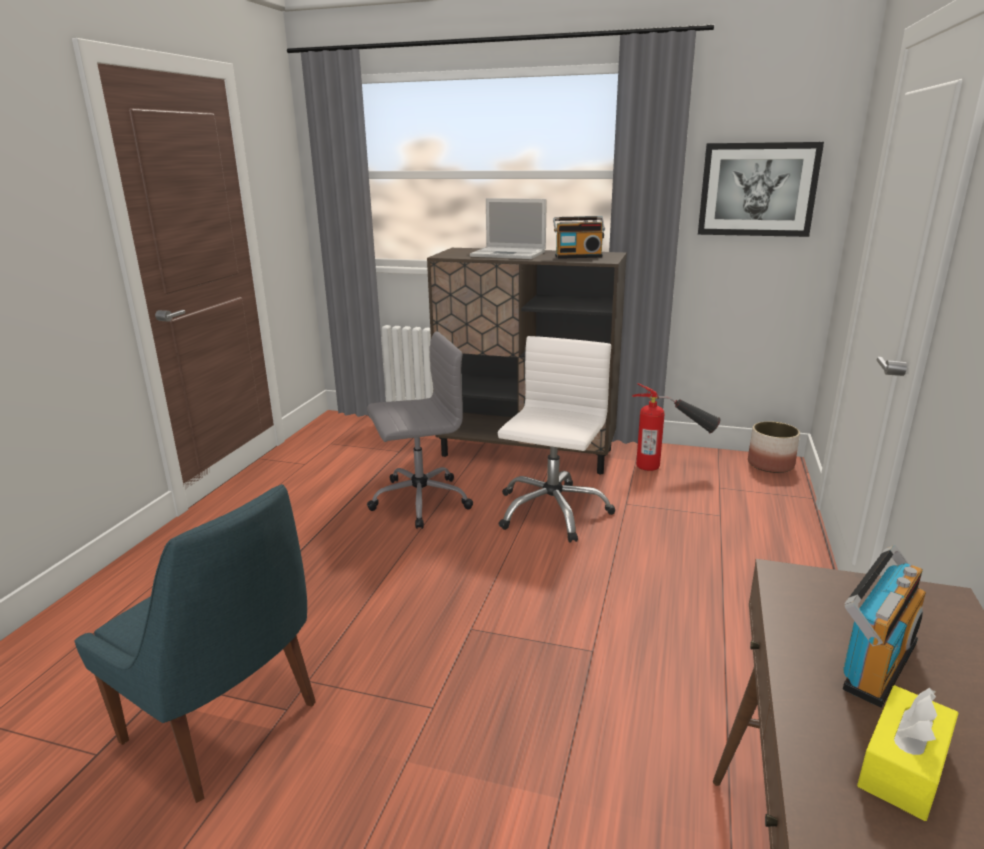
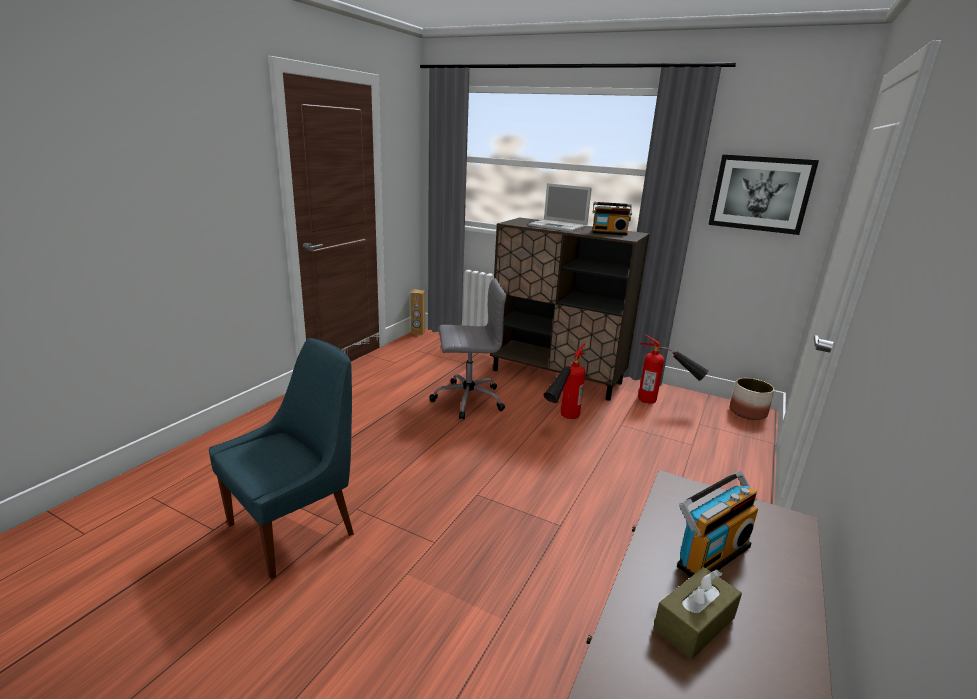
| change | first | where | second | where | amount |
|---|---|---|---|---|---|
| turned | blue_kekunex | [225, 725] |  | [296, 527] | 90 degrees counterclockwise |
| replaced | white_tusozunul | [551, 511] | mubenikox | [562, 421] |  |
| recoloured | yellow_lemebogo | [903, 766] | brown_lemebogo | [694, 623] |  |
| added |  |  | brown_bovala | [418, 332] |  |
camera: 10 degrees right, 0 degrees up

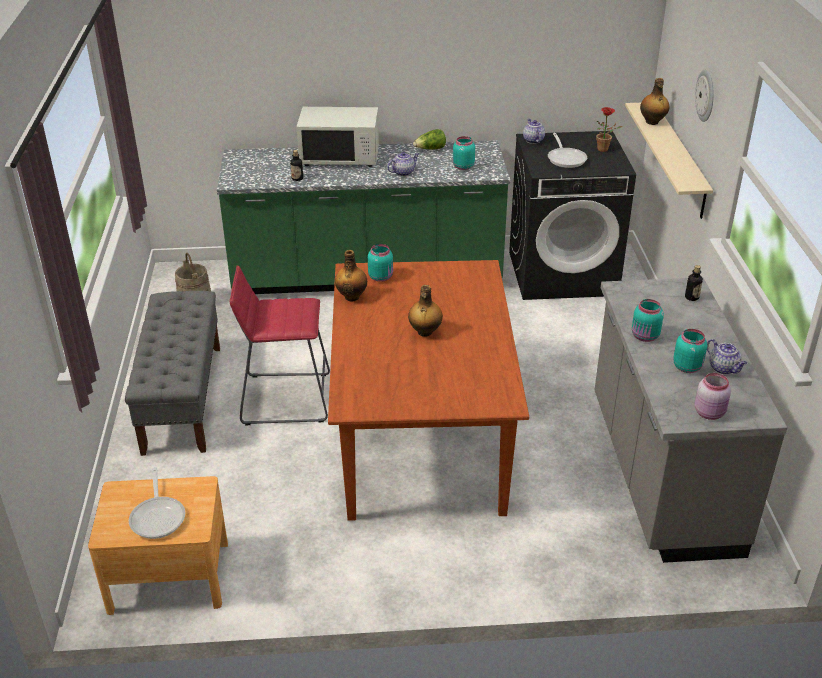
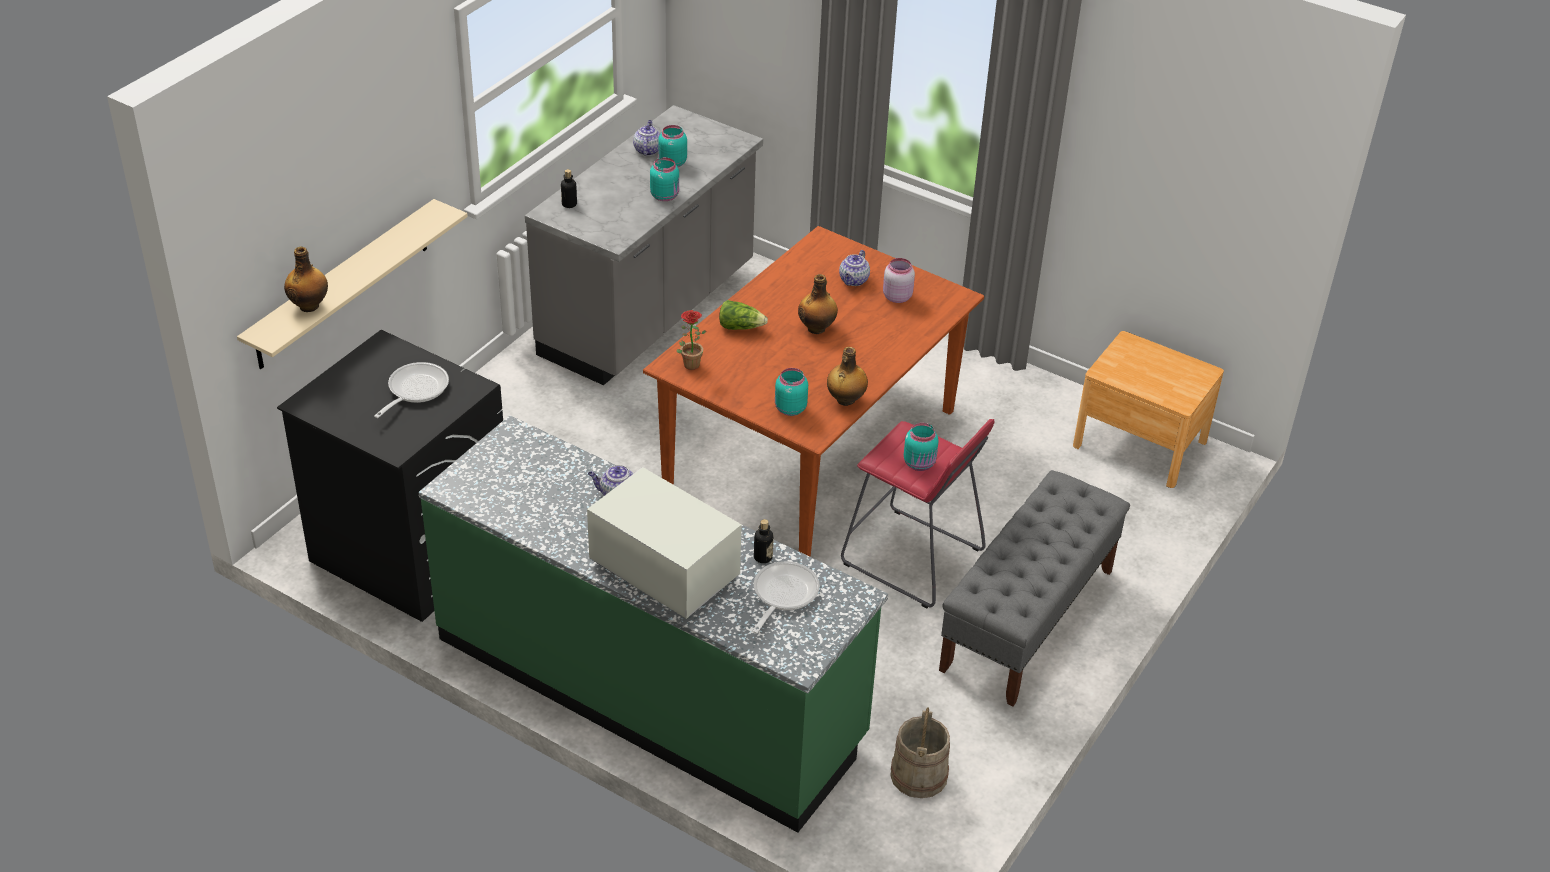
| change | first | where | second | where | amount |
|---|---|---|---|---|---|
| moved | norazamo | [158, 517] |  | [782, 595] |  |
| moved | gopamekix | [430, 149] |  | [740, 327] |  |
| moved | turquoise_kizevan | [462, 167] |  | [920, 464] |  |
| moved | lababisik | [533, 140] |  | [854, 280] |  |
| moved | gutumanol | [605, 149] |  | [689, 363] |  |
| removed | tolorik | [706, 95] |  |  |  |
| moved | pink_kizevan | [710, 413] |  | [896, 296] |  |
camera: 145 degrees left, 5 degrees up

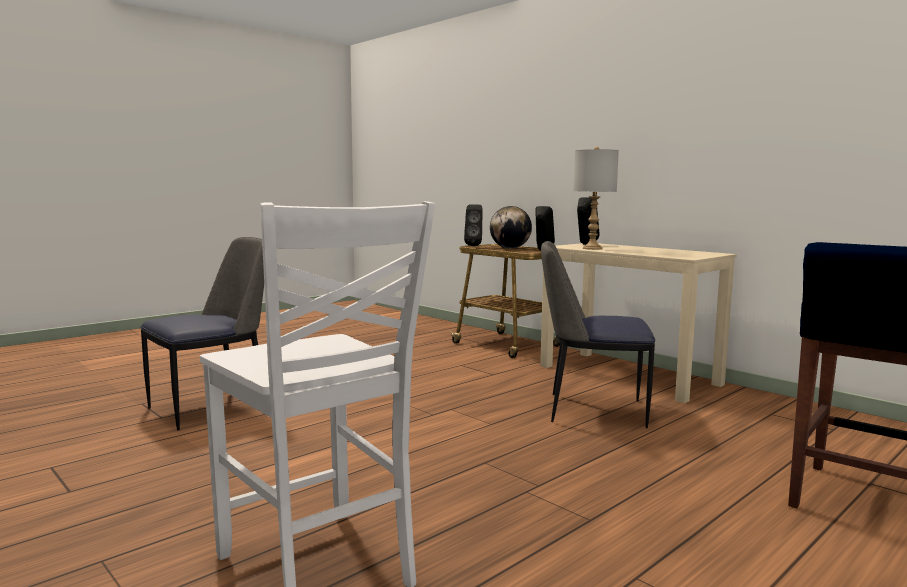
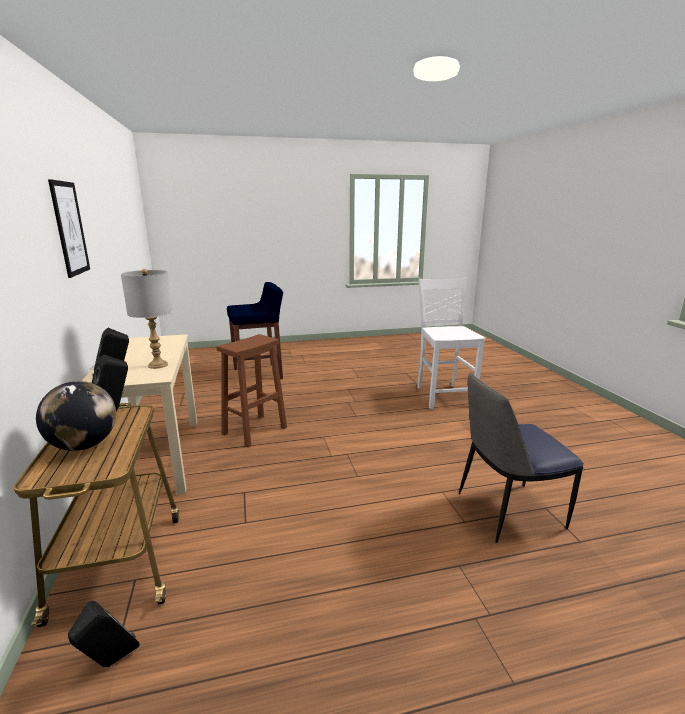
| change | first | where | second | where | amount |
|---|---|---|---|---|---|
| moved | black_bovala | [474, 246] |  | [110, 663] |  |
| replaced | kekunex | [592, 410] | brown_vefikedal | [254, 431] |  |
| added |  |  | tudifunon | [70, 228] |  |
camera: 150 degrees left, 10 degrees up

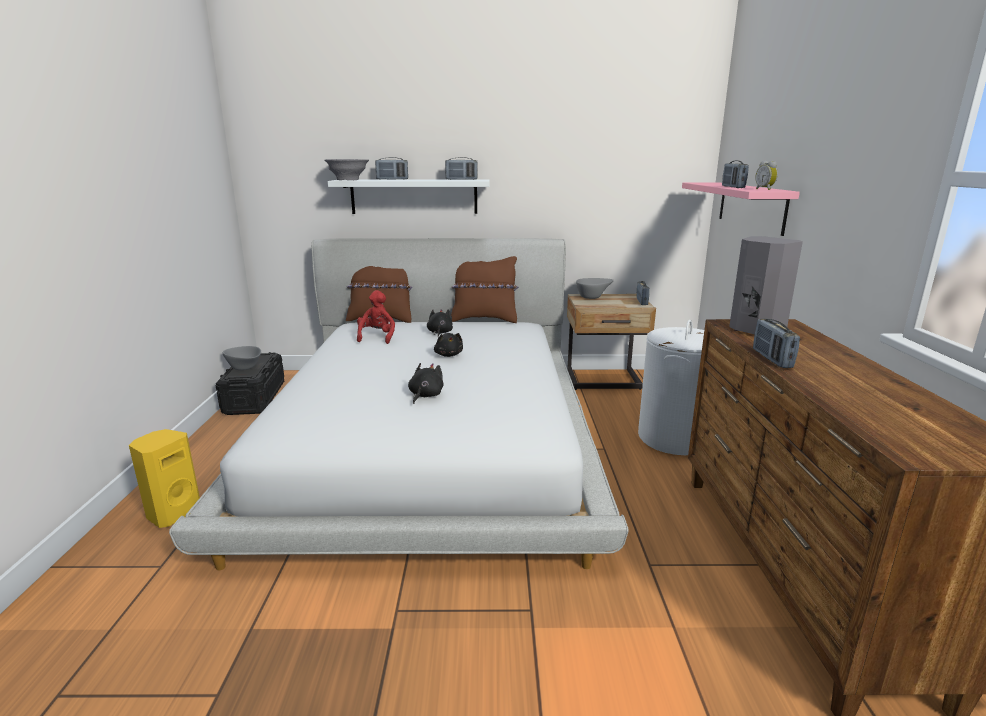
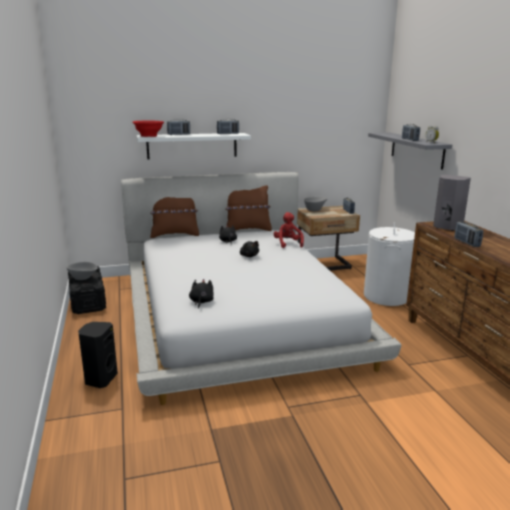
| change | first | where | second | where | amount |
|---|---|---|---|---|---|
| recoloured | yellow_bovala | [173, 513] | black_bovala | [100, 379] |  |
| recoloured | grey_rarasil | [348, 180] | red_rarasil | [149, 136] |  |
| moved | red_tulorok | [377, 337] |  | [288, 244] |  |
| moved | black_tulorok | [425, 395] |  | [201, 302] |  |
| recoloured | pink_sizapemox | [751, 206] | grey_sizapemox | [416, 150] |  |
camera: 15 degrees left, 0 degrees up

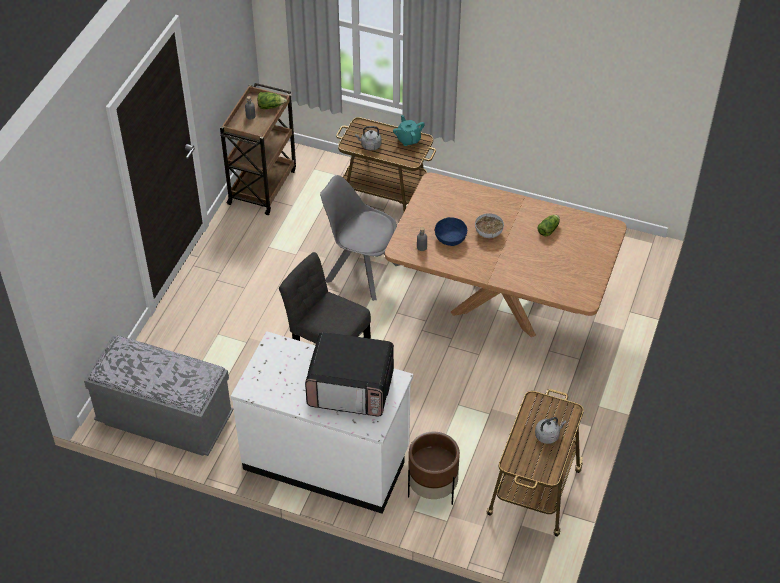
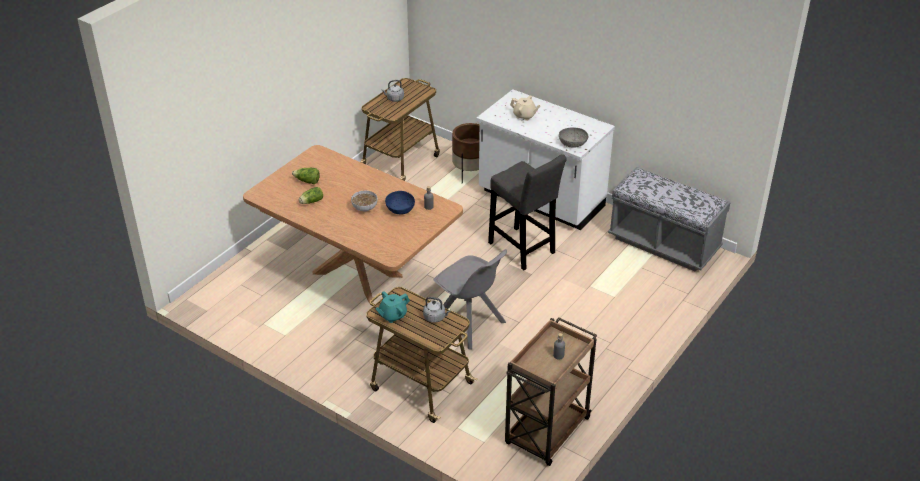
| change | first | where | second | where | amount |
|---|---|---|---|---|---|
| moved | gopamekix | [270, 106] |  | [307, 181] |  |
| replaced | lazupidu | [351, 388] | beige_lababisik | [524, 116] |  |
| turned | turquoise_lababisik | [408, 139] |  | [392, 315] | 60 degrees clockwise |
| added |  |  | grey_rarasil | [573, 144] |  |
camera: 165 degrees left, 10 degrees down

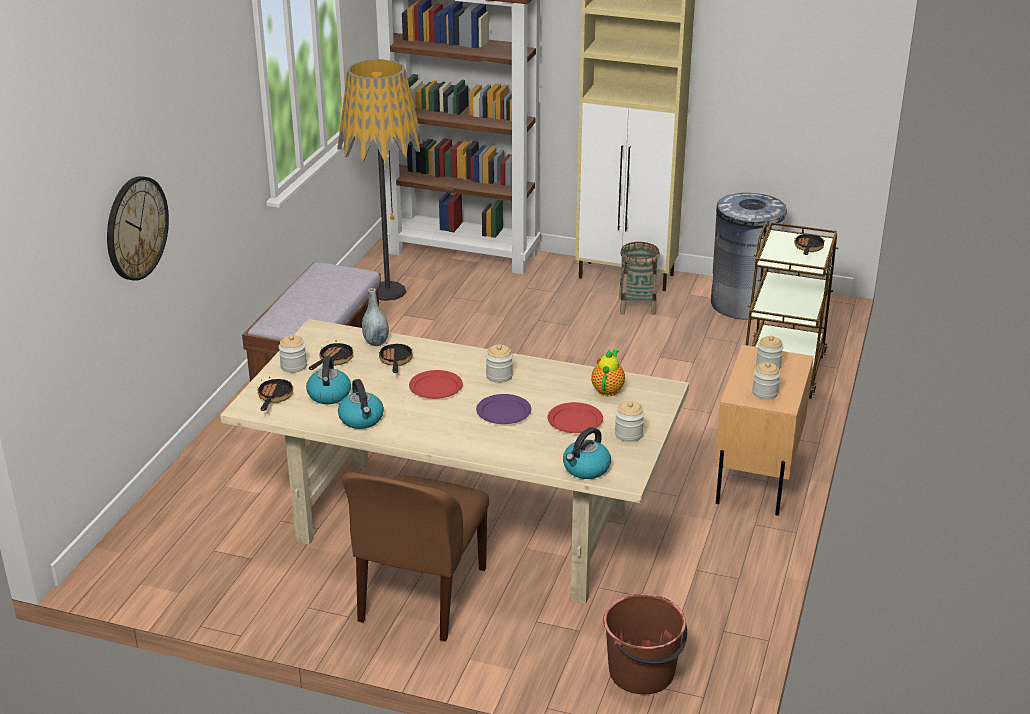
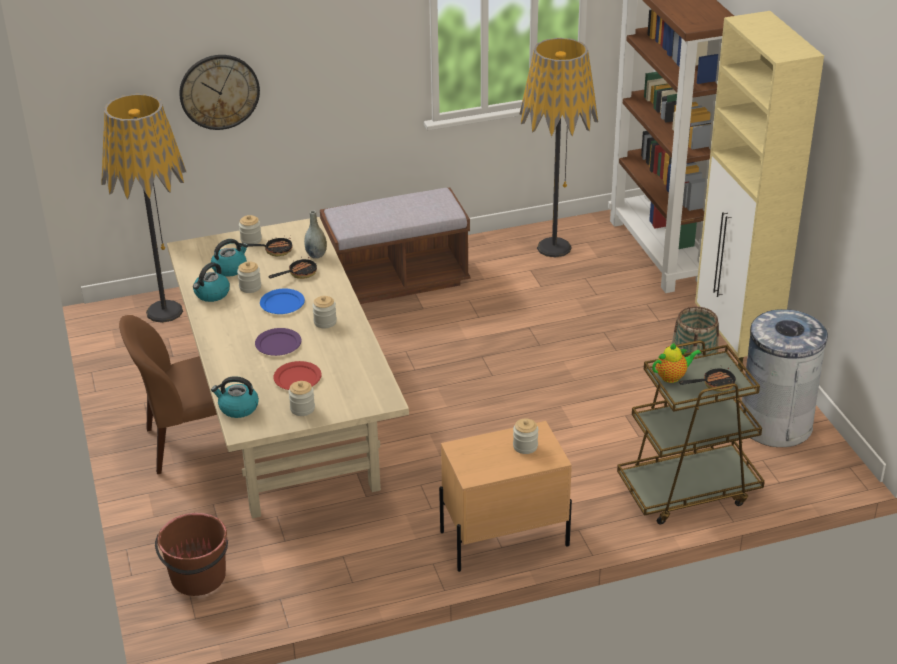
| change | first | where | second | where | amount |
|---|---|---|---|---|---|
| removed | norazamo | [274, 398] |  |  |  |
| recoloured | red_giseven | [435, 387] | blue_giseven | [282, 303] |  |
| moved | lababisik | [608, 389] |  | [672, 377] |  |
| moved | kizevan | [765, 393] |  | [250, 287] |  |
| added |  |  | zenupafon | [165, 311] |  |
camera: 55 degrees right, 5 degrees up

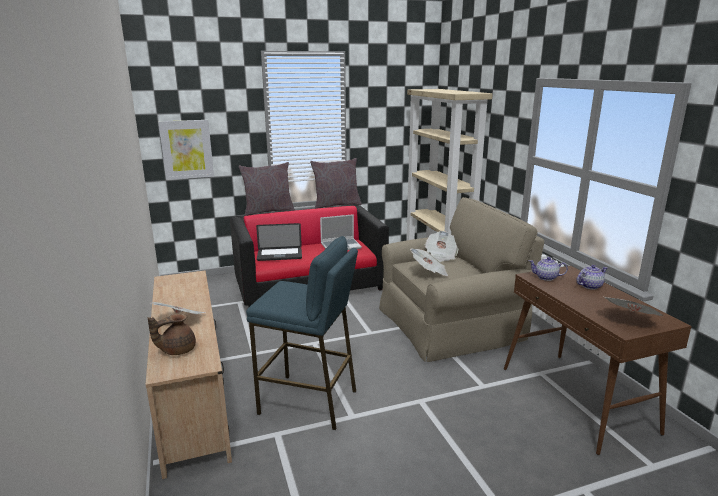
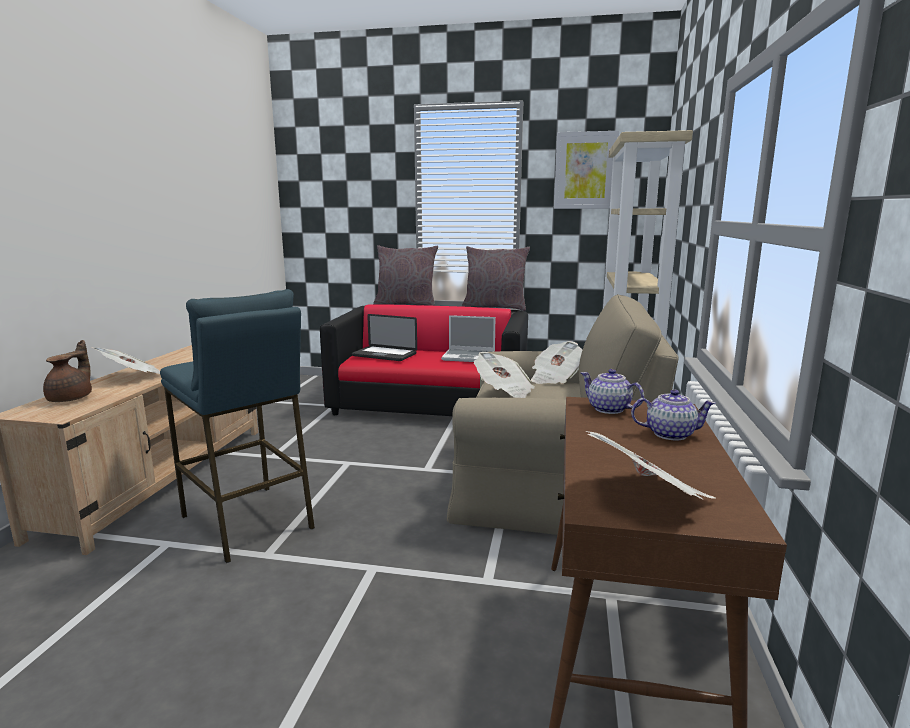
| change | first | where | second | where | amount |
|---|---|---|---|---|---|
| turned | brown_lababisik | [177, 350] |  | [72, 398] | 105 degrees clockwise |
| moved | tudifunon | [187, 149] |  | [585, 170] |  |
camera: 30 degrees right, 5 degrees down

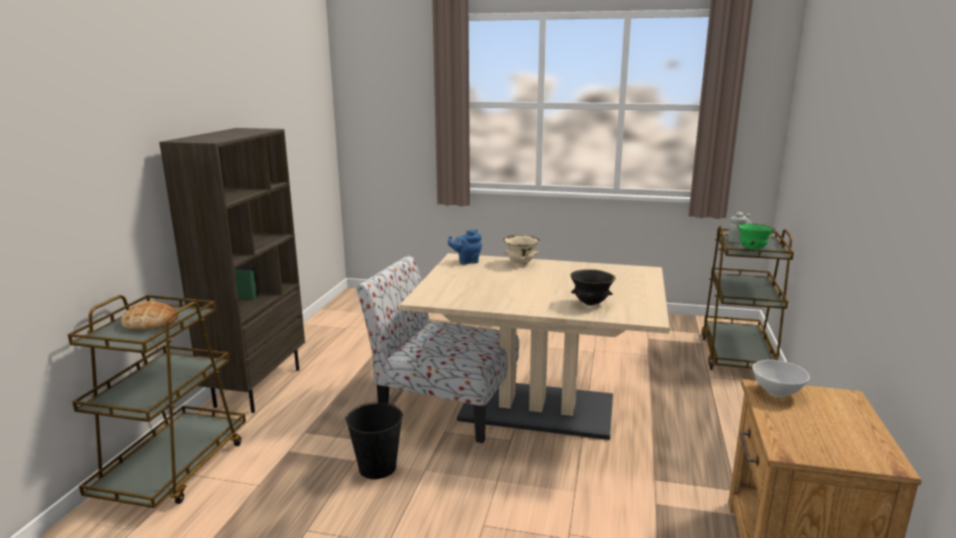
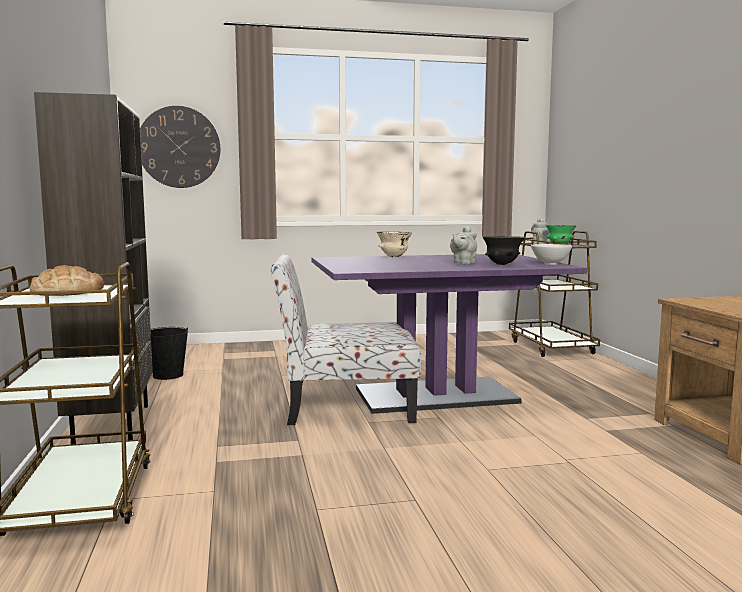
| change | first | where | second | where | amount |
|---|---|---|---|---|---|
| moved | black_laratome | [377, 467] |  | [168, 375] |  |
| recoloured | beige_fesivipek | [537, 409] | purple_fesivipek | [435, 396] |  |
| removed | blue_lababisik | [467, 261] |  |  |  |
| moved | white_rarasil | [777, 393] |  | [550, 264] |  |
| added |  |  | tolorik | [179, 147] |  |
| added |  |  | grey_lababisik | [463, 263] |  |
camera: 25 degrees left, 10 degrees down

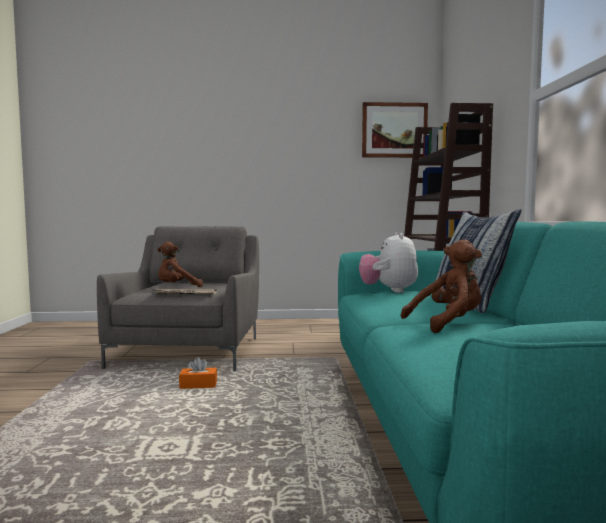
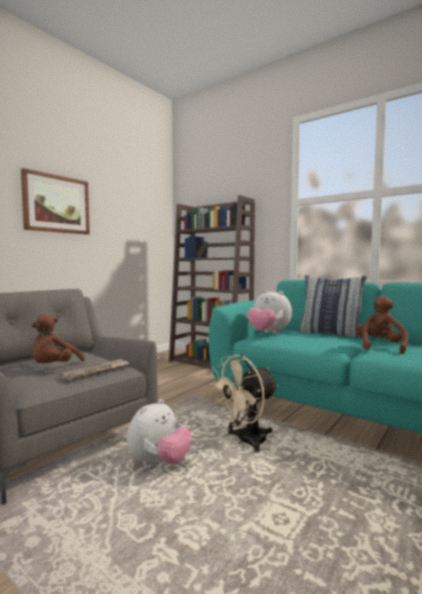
| change | first | where | second | where | amount |
|---|---|---|---|---|---|
| replaced | orange_lemebogo | [198, 385] | tulorok | [159, 463] |  |
| moved | tudifunon | [394, 130] |  | [56, 204] |  |
| added |  |  | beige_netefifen | [245, 441] |  |
camera: 50 degrees left, 0 degrees up

